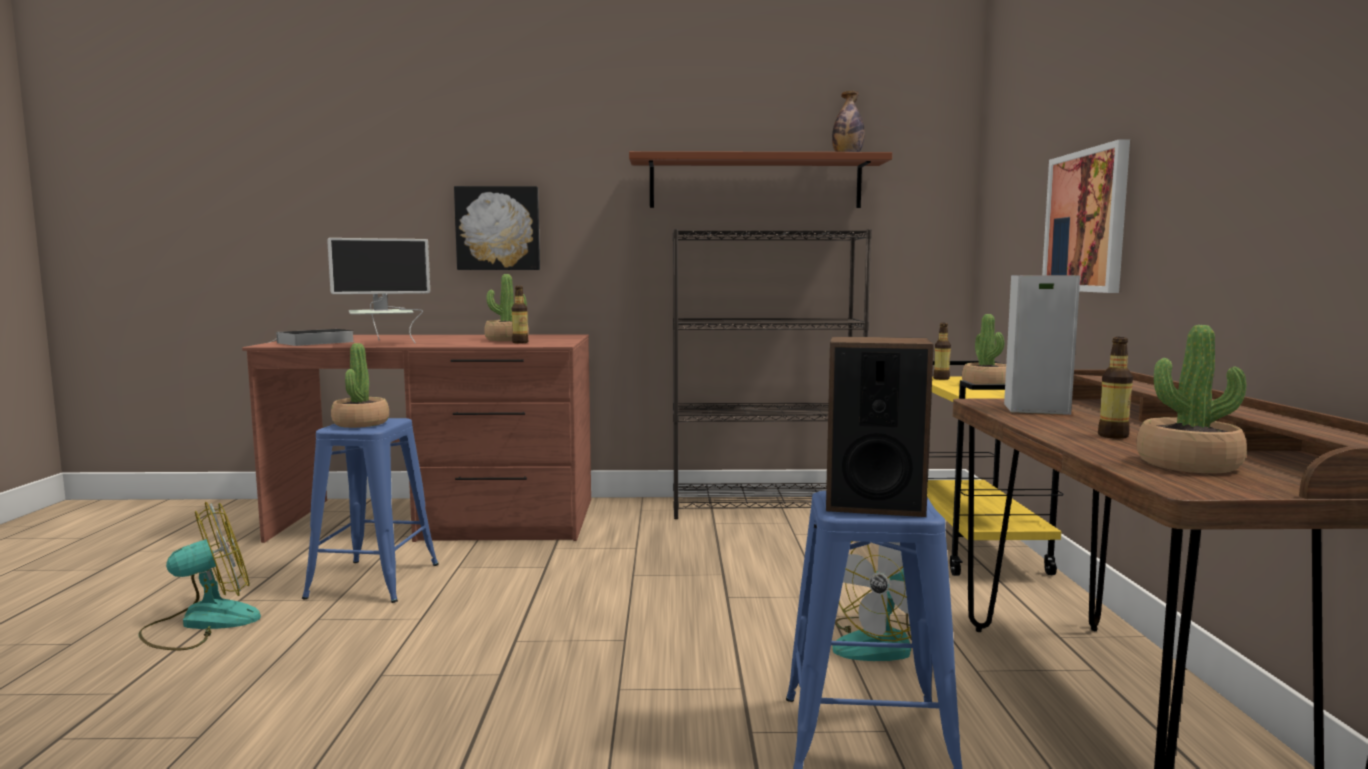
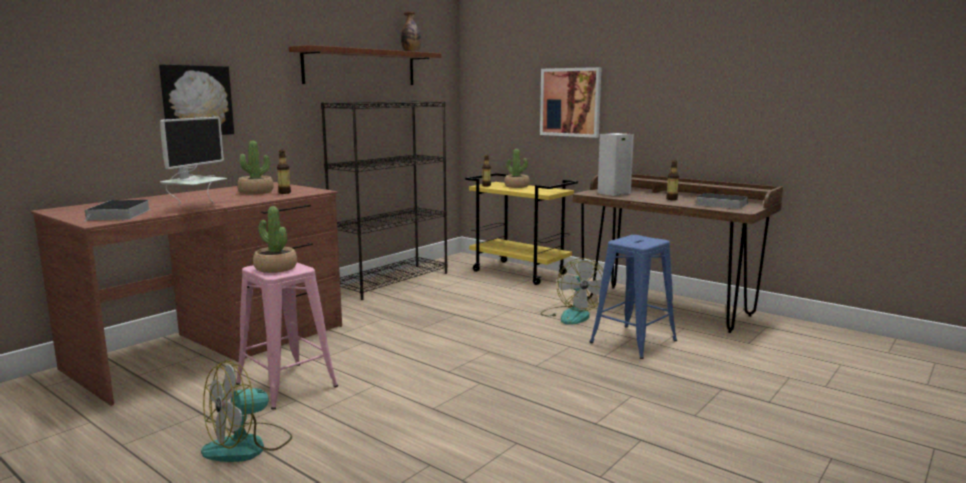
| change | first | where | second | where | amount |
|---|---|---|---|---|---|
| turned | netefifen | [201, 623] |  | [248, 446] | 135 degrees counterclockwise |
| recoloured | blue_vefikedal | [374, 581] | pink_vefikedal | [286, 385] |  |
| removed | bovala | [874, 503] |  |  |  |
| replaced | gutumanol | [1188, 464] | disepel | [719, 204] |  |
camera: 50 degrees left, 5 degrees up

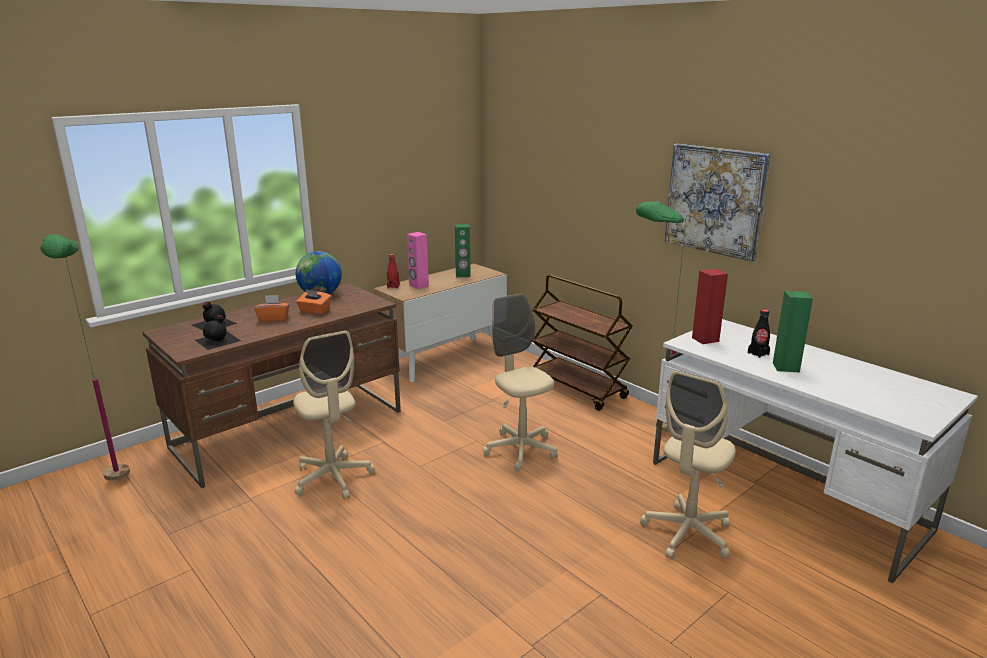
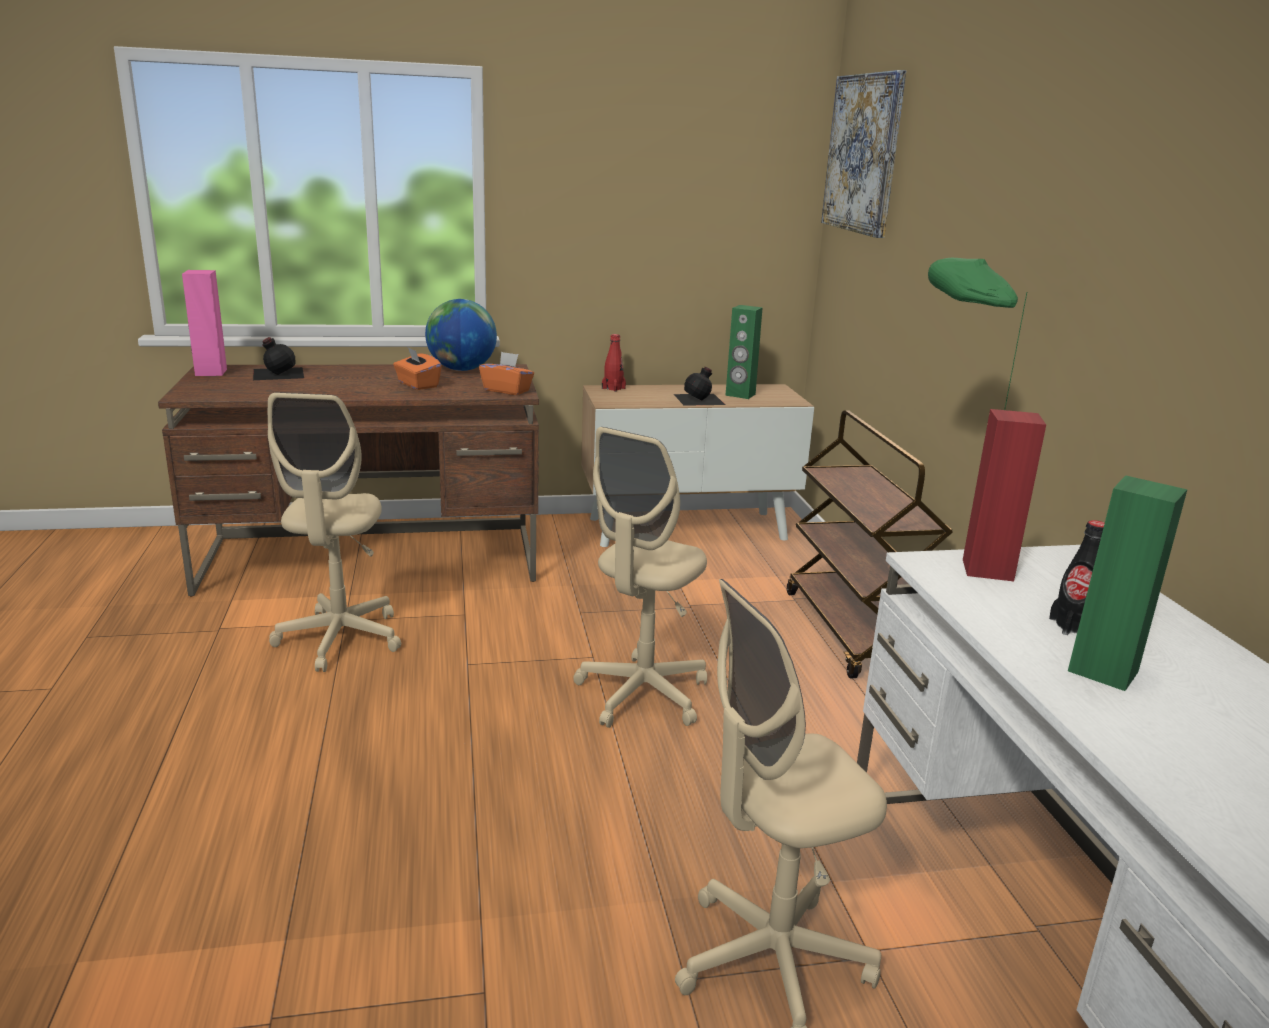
| change | first | where | second | where | amount |
|---|---|---|---|---|---|
| removed | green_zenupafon | [119, 490] |  |  |  |
| moved | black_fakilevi | [218, 340] |  | [700, 399] |  |
| moved | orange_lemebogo | [273, 319] |  | [507, 390] |  |
| moved | pink_bovala | [418, 286] |  | [210, 372] |  |
| turned | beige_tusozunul | [520, 450] |  | [642, 694] | 150 degrees counterclockwise |
| moved | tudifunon | [715, 200] |  | [863, 154] |  |
camera: 30 degrees right, 0 degrees up

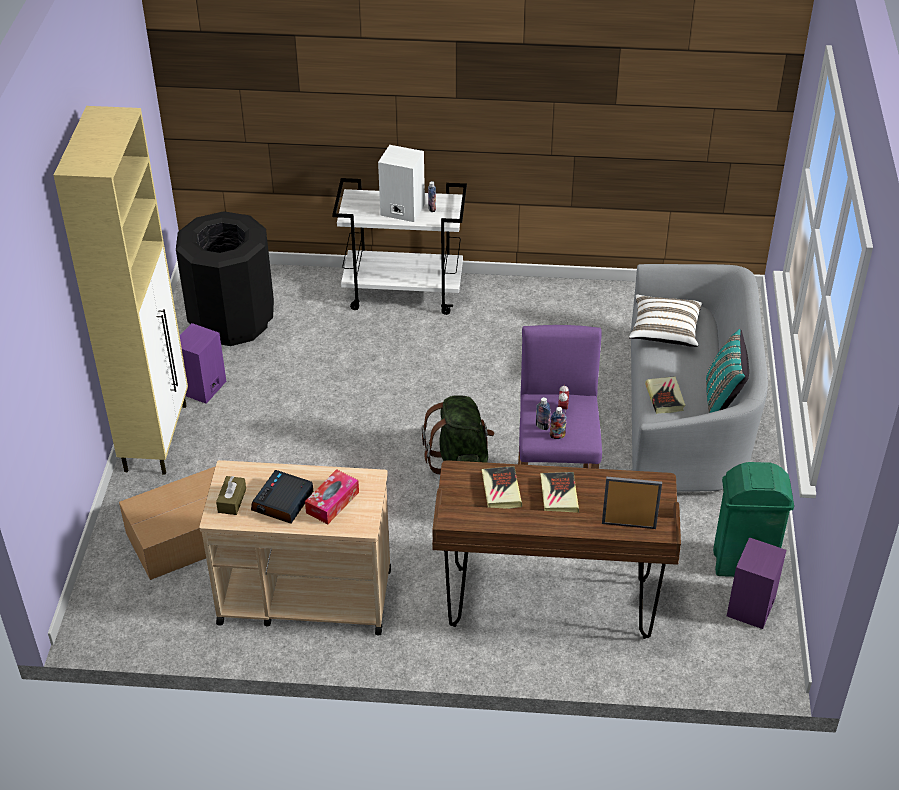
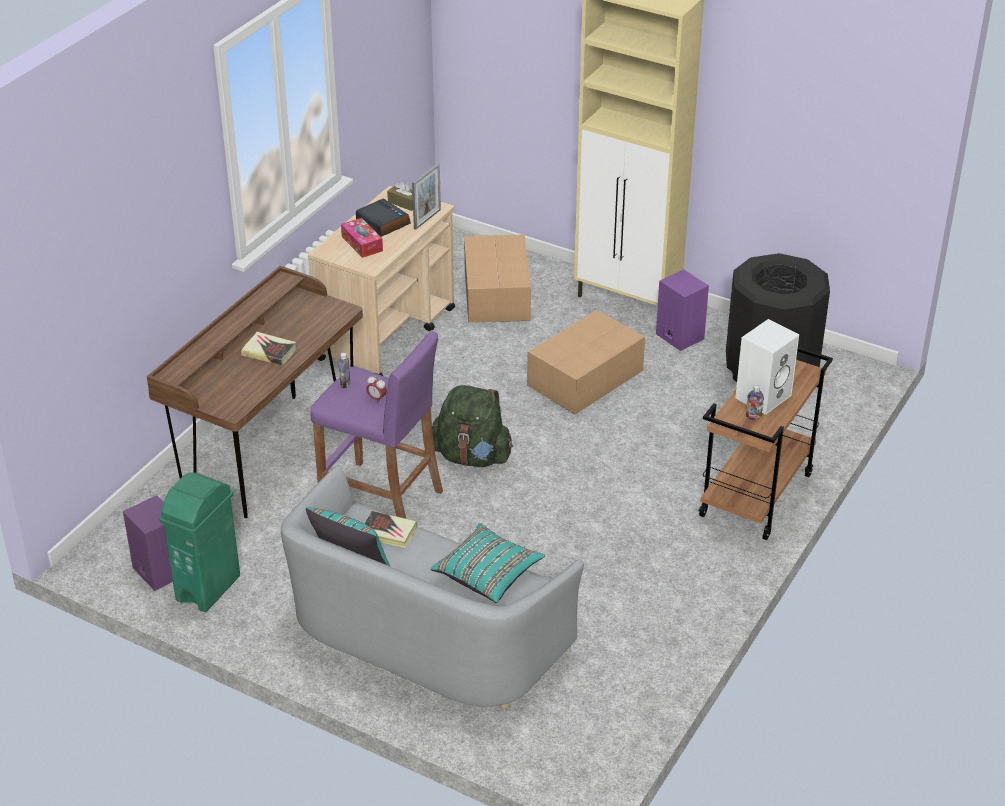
| change | first | where | second | where | amount |
|---|---|---|---|---|---|
| recoloured | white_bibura | [404, 292] | brown_bibura | [756, 496] |  |
| removed | disepel | [501, 491] |  |  |  |
| removed | fakilevi | [542, 426] |  |  |  |
| moved | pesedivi | [628, 525] |  | [427, 219] |  |
| recoloured | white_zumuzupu | [664, 331] | turquoise_zumuzupu | [488, 574] |  |
| added |  |  | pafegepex | [587, 377] |  |
camera: 115 degrees right, 5 degrees down

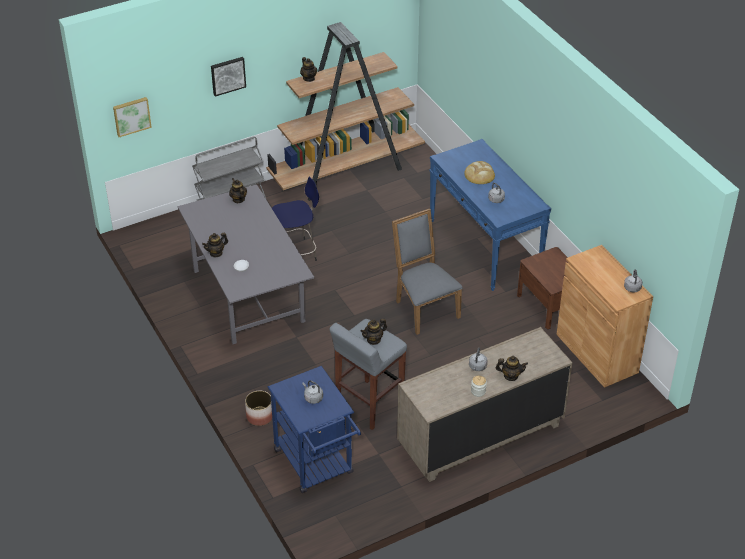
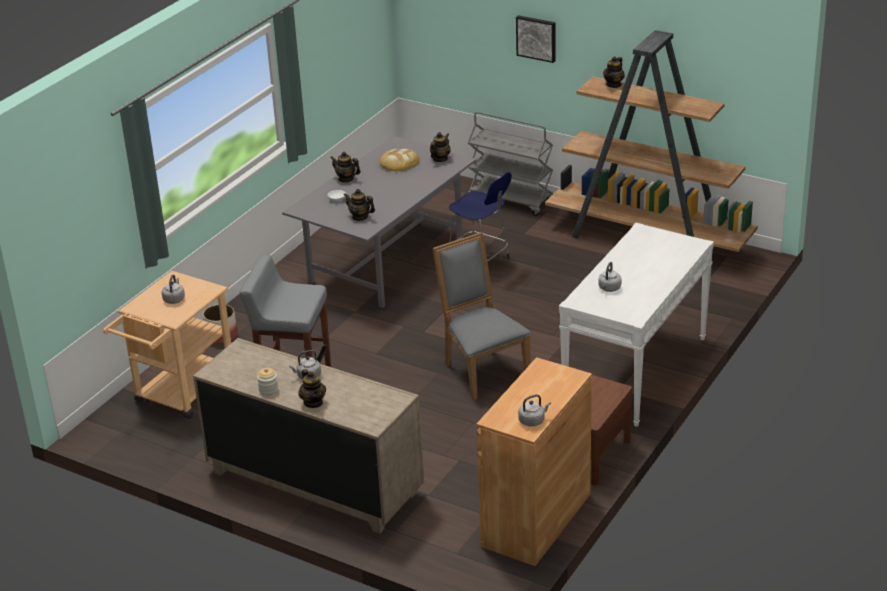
| change | first | where | second | where | amount |
|---|---|---|---|---|---|
| removed | tudifunon | [131, 116] |  |  |  |
| recoloured | blue_bibura | [317, 466] | beige_bibura | [180, 395] |  |
| moved | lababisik | [374, 340] |  | [360, 217] |  |
| turned | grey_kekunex | [424, 308] |  | [482, 370] | 60 degrees counterclockwise |
| recoloured | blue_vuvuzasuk | [485, 246] | white_vuvuzasuk | [635, 371] |  |
| moved | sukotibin | [479, 175] |  | [399, 162] |  |
camera: 60 degrees right, 10 degrees down

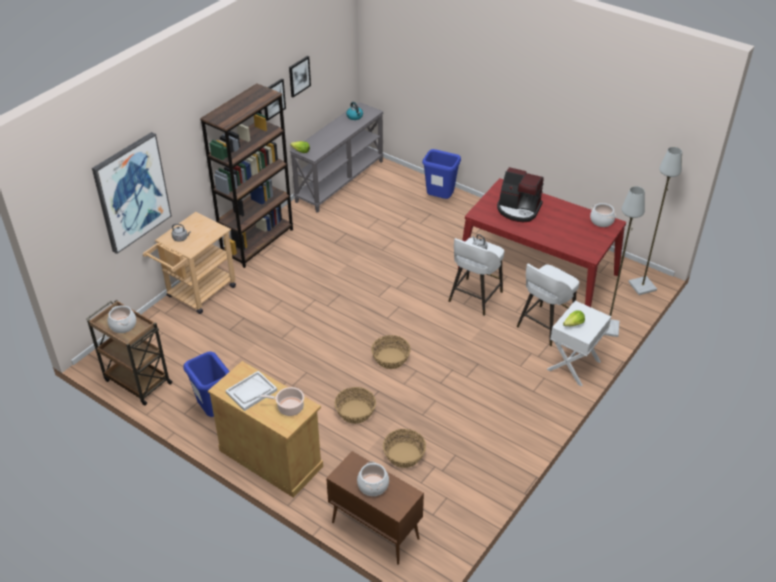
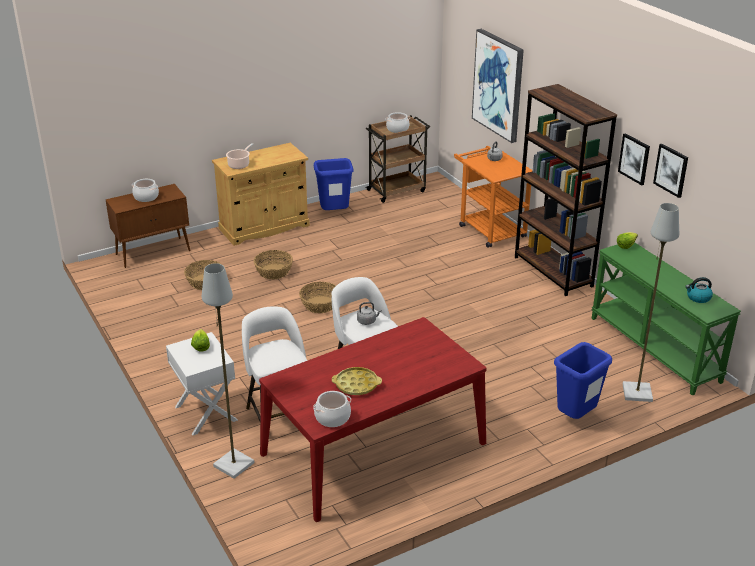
| change | first | where | second | where | amount |
|---|---|---|---|---|---|
| recoloured | beige_bibura | [197, 294] | orange_bibura | [488, 229] |  |
| removed | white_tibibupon | [251, 392] |  |  |  |
| recoloured | grey_vuvuzasuk | [339, 181] | green_vuvuzasuk | [655, 349] |  |
| removed | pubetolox | [518, 209] |  |  |  |
| moved | grey_zenupafon | [643, 286] |  | [636, 393] |  |
| added |  |  | yellow_tibibupon | [356, 384] |  |
camera: 115 degrees right, 10 degrees down

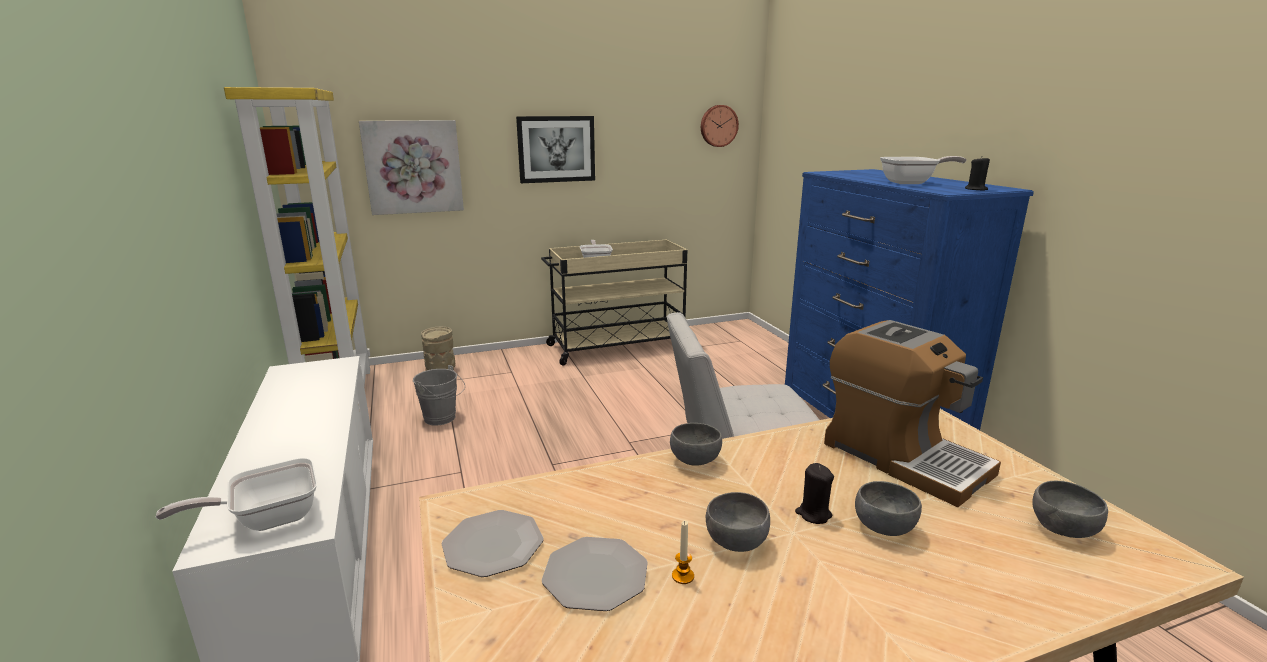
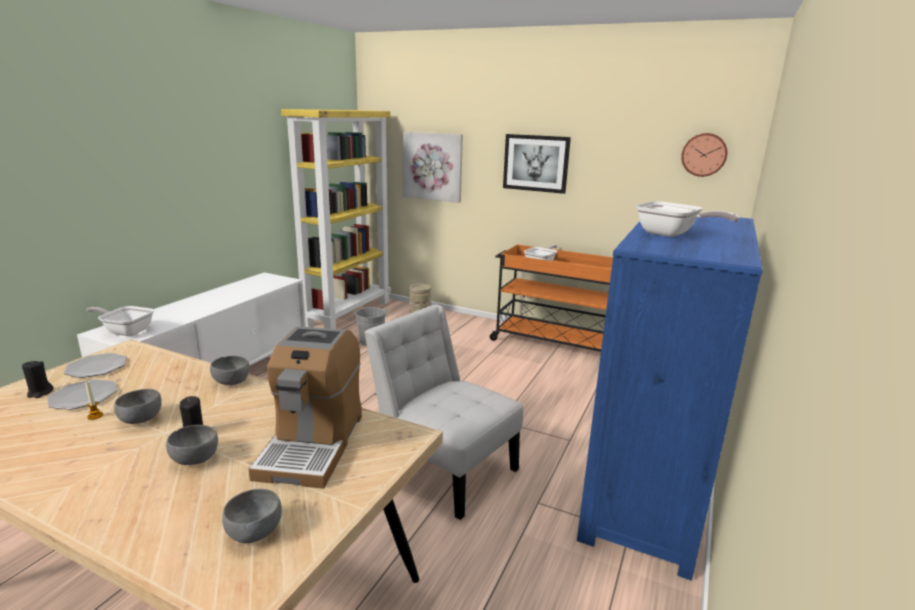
| change | first | where | second | where | amount |
|---|---|---|---|---|---|
| recoloured | beige_bibura | [616, 347] | orange_bibura | [553, 342] |  |
| moved | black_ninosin | [976, 189] |  | [40, 393] |  |
camera: 45 degrees right, 0 degrees up

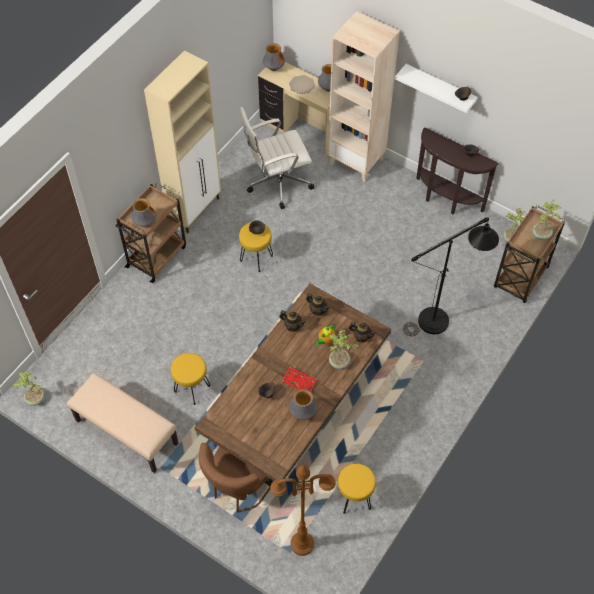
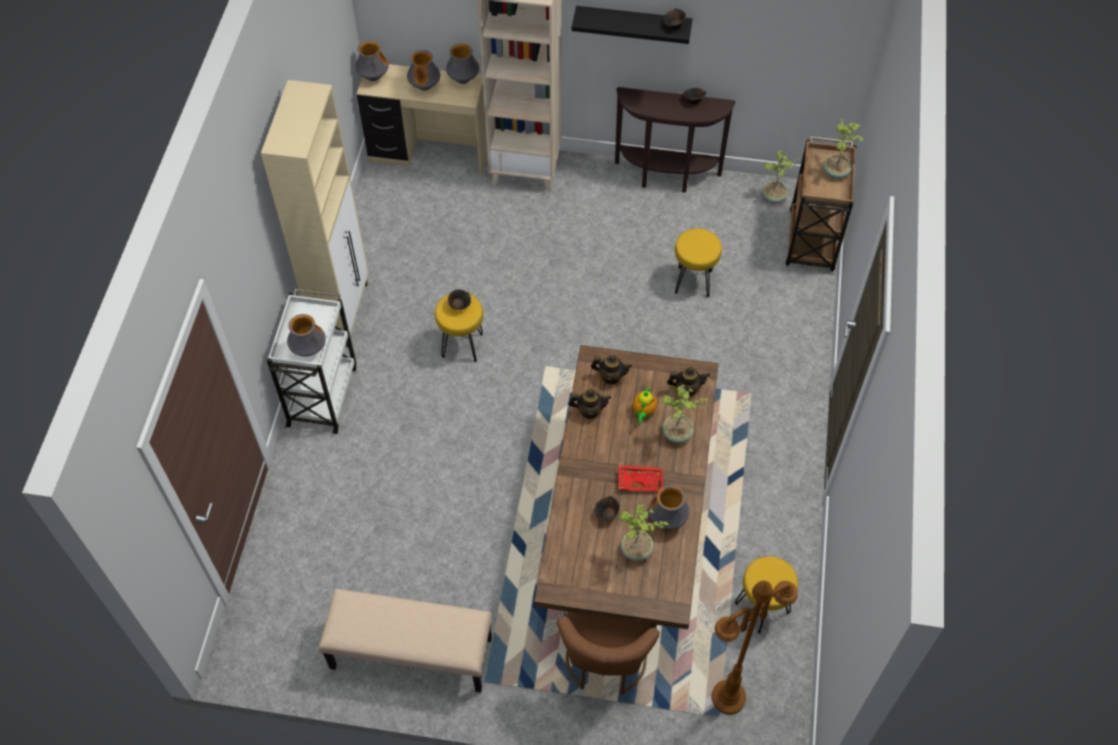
| change | first | where | second | where | amount |
|---|---|---|---|---|---|
| moved | gutumanol | [35, 399] |  | [636, 551] |  |
| recoloured | brown_bibura | [157, 256] | white_bibura | [322, 394] |  |
| moved | yellow_vefikedal | [192, 388] |  | [693, 281] |  |
| removed | white_tusozunul | [277, 182] |  |  |  |
| replaced | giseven | [302, 85] | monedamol | [425, 87] |  |
| recoloured | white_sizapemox | [440, 88] | black_sizapemox | [633, 24] |  |
| removed | black_zenupafon | [441, 318] |  |  |  |
camera: 25 degrees left, 0 degrees up

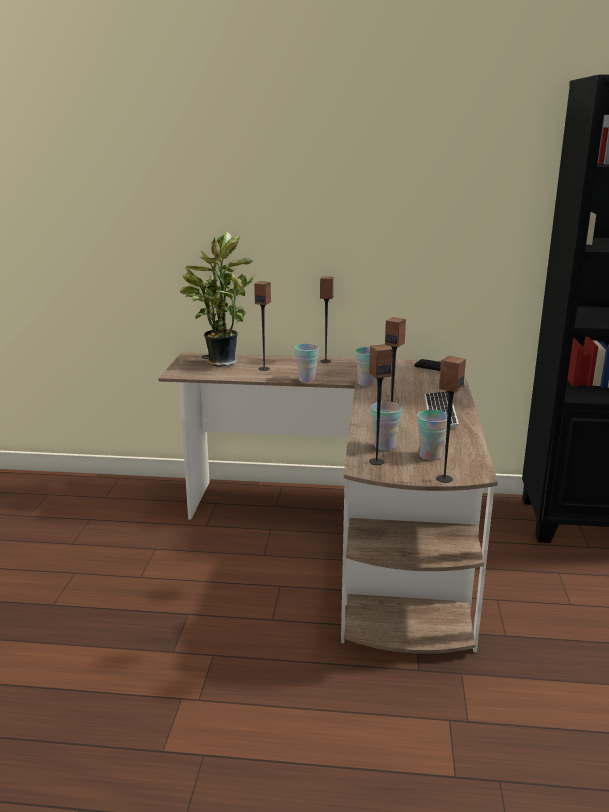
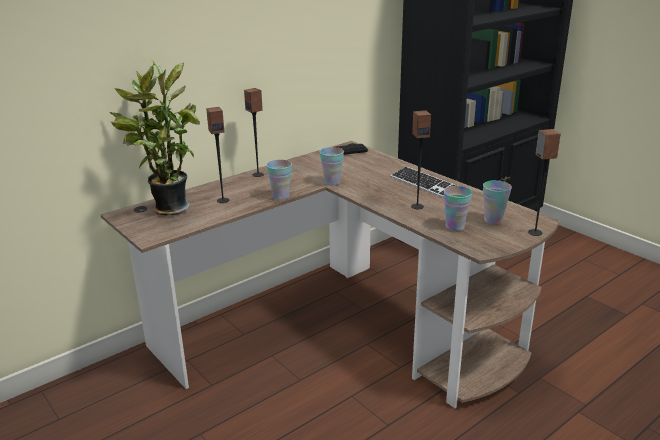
| change | first | where | second | where | amount |
|---|---|---|---|---|---|
| removed | bovala | [376, 461] |  |  |  |
camera: 45 degrees left, 5 degrees up

